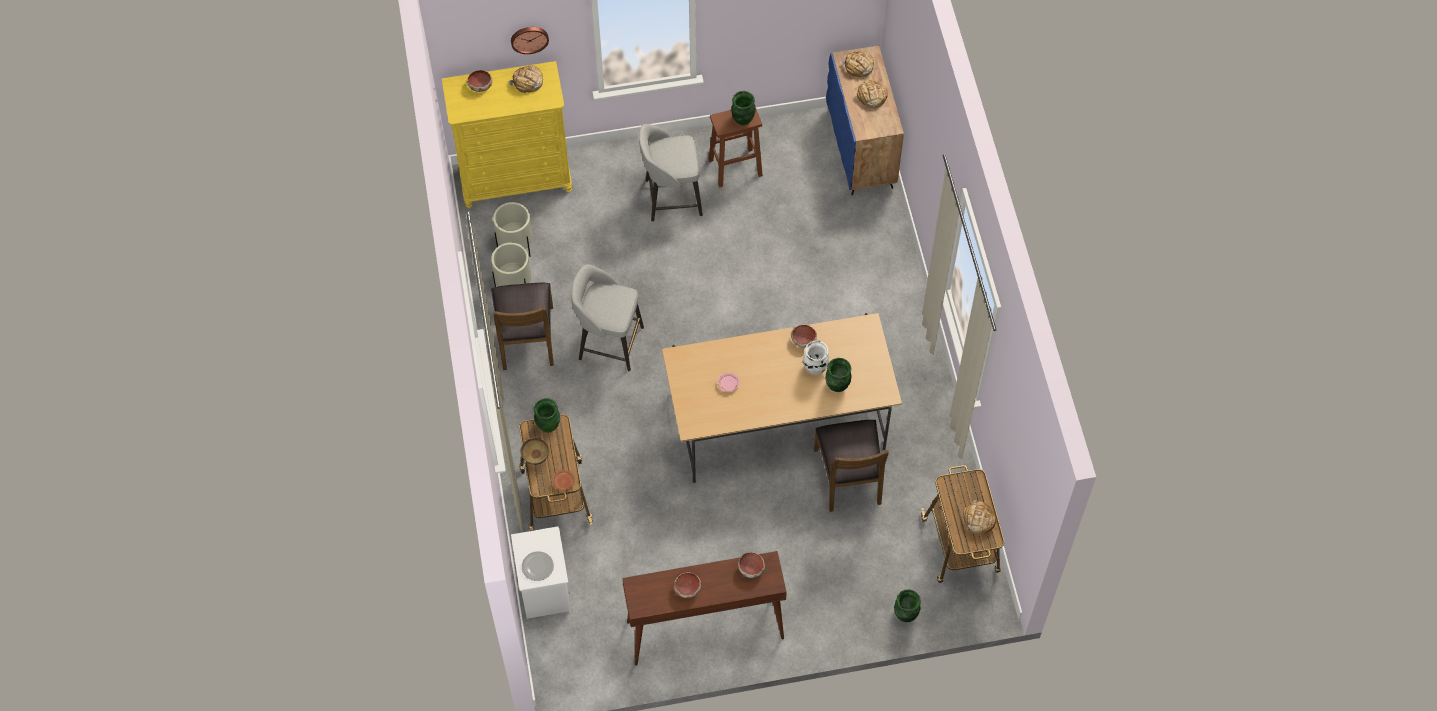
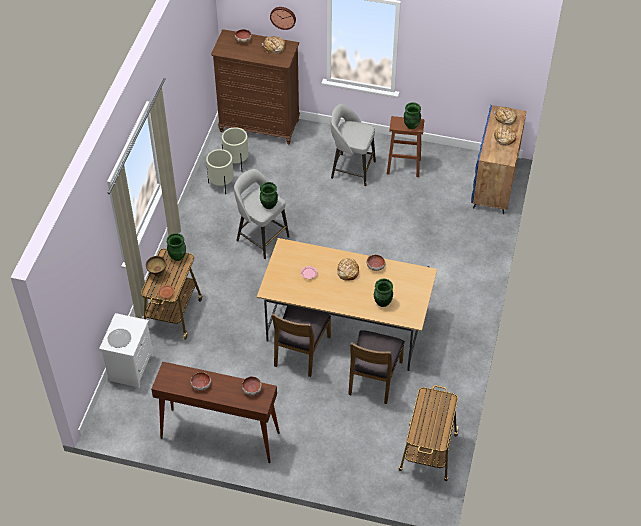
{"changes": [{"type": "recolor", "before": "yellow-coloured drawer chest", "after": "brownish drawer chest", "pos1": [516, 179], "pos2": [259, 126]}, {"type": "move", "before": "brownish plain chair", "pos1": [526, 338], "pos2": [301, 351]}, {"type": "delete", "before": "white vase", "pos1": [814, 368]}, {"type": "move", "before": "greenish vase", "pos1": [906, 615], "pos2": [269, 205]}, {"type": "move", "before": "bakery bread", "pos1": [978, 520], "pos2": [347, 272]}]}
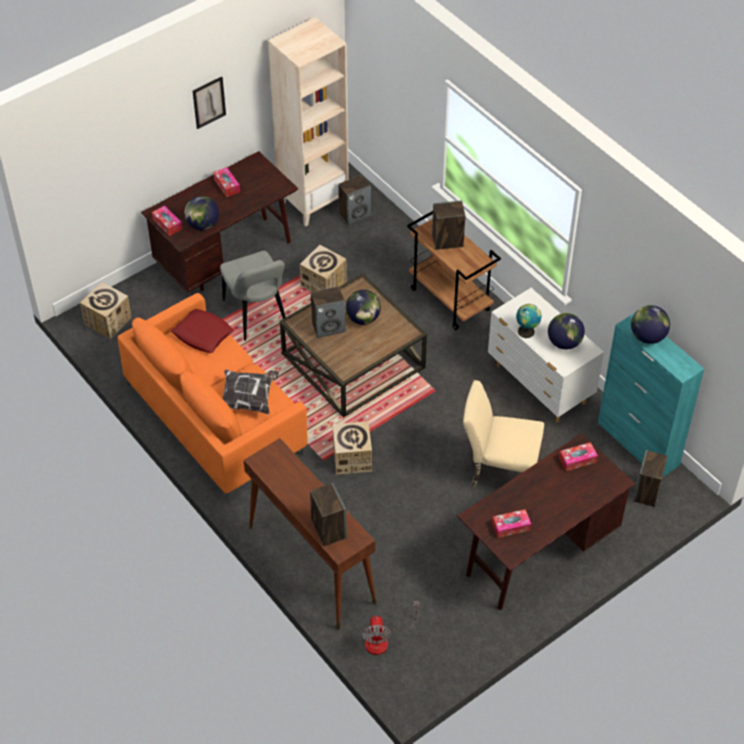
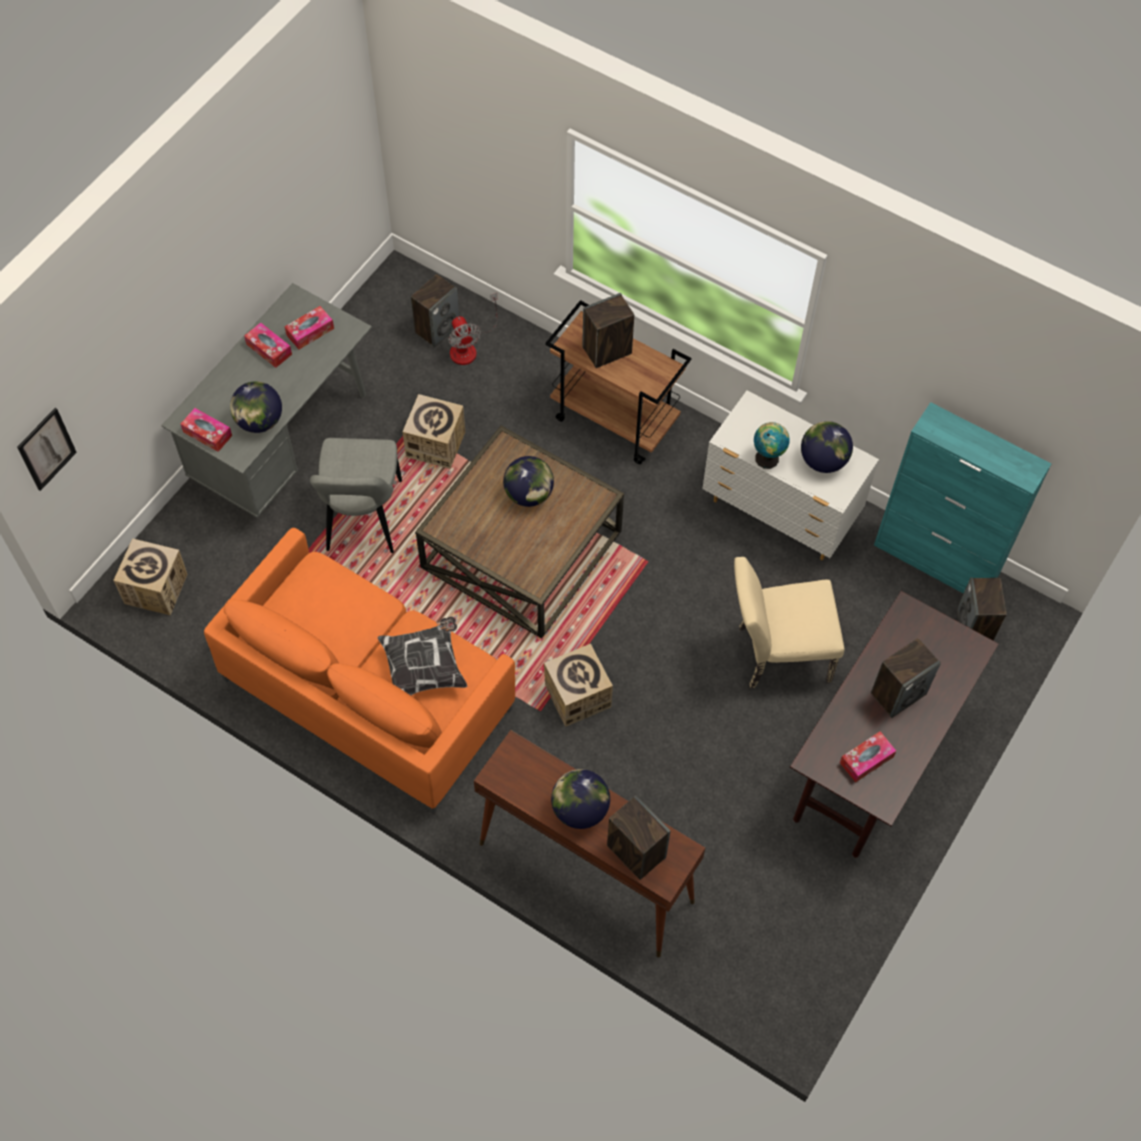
{"changes": [{"type": "recolor", "before": "brownish desk table", "after": "grey desk table", "pos1": [226, 257], "pos2": [285, 443]}, {"type": "delete", "before": "reddish throw pillow", "pos1": [202, 334]}, {"type": "move", "before": "wall picture", "pos1": [209, 102], "pos2": [46, 449]}, {"type": "rotate", "before": "grey plain chair", "pos1": [256, 316], "pos2": [363, 520], "turn": 45}, {"type": "delete", "before": "beige shelving unit", "pos1": [313, 203]}, {"type": "move", "before": "loudspeaker", "pos1": [328, 327], "pos2": [898, 693]}, {"type": "move", "before": "cooling fan", "pos1": [383, 639], "pos2": [469, 346]}, {"type": "move", "before": "tissue box", "pos1": [577, 460], "pos2": [310, 332]}, {"type": "move", "before": "globe", "pos1": [647, 336], "pos2": [580, 809]}]}
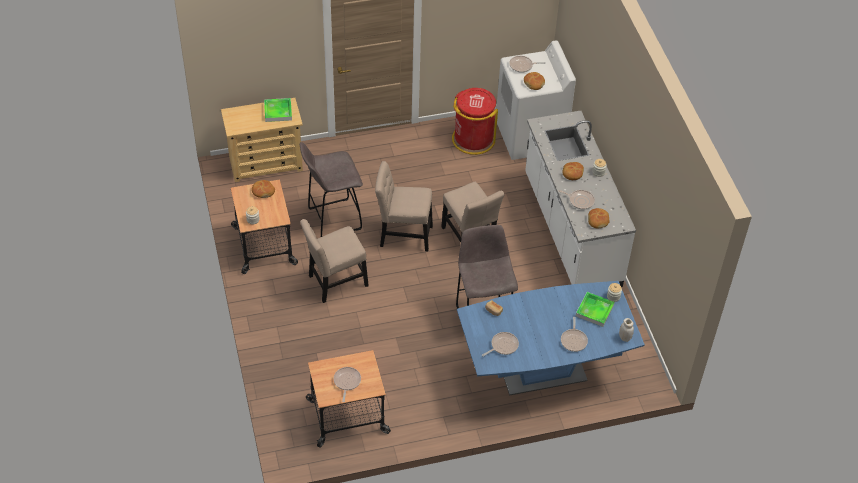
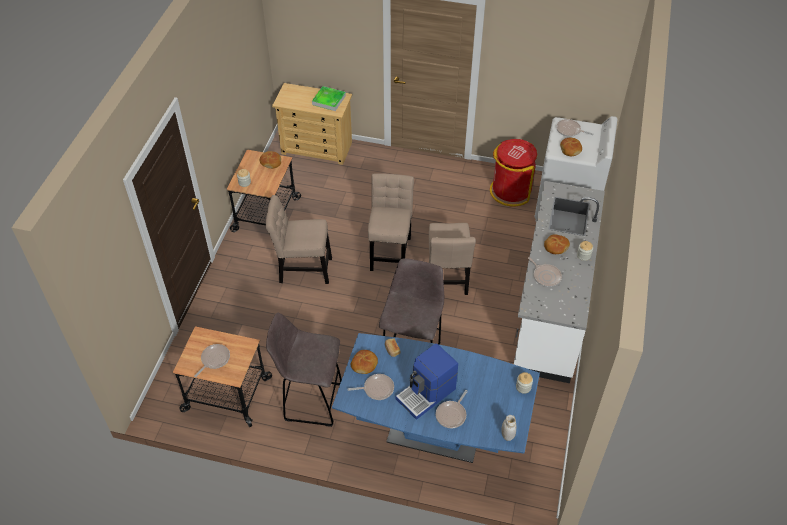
{"changes": [{"type": "move", "before": "grey stool seat", "pos1": [333, 219], "pos2": [311, 401]}, {"type": "rotate", "before": "beige plain chair", "pos1": [403, 235], "pos2": [390, 251], "turn": 60}, {"type": "delete", "before": "carrying tray", "pos1": [594, 311]}, {"type": "move", "before": "bakery bread", "pos1": [598, 220], "pos2": [364, 364]}, {"type": "insert", "after": "coffee machine", "pos2": [427, 394]}]}
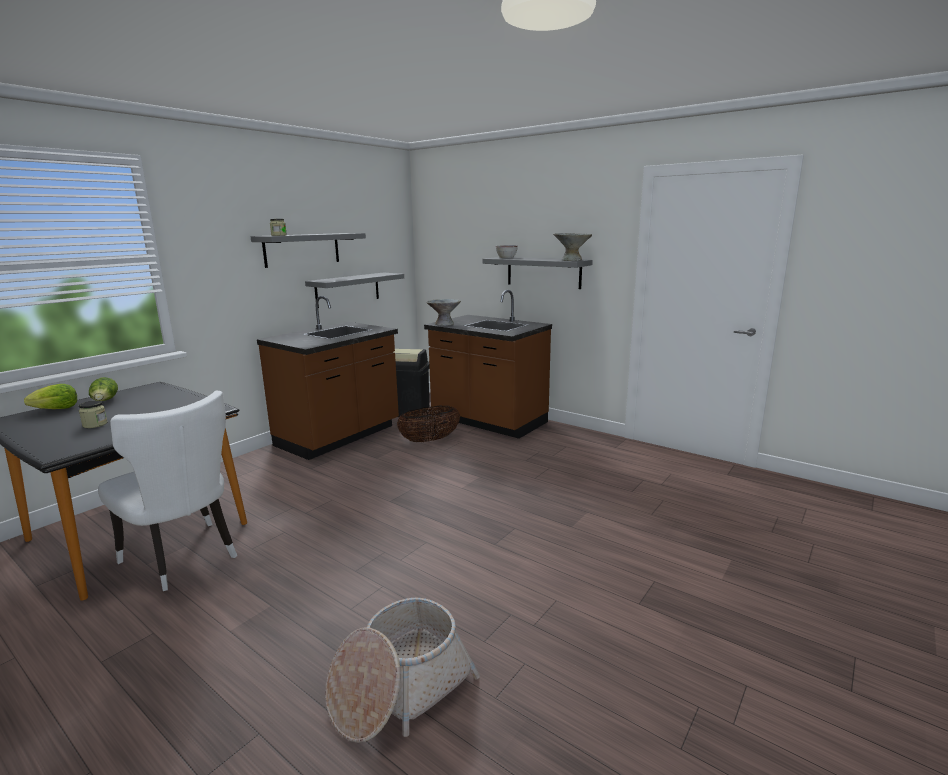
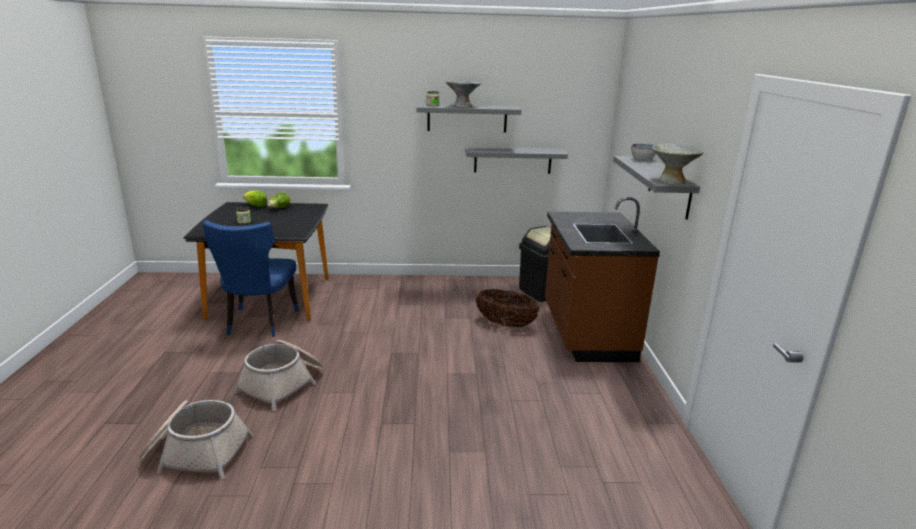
{"changes": [{"type": "recolor", "before": "white plain chair", "after": "blue plain chair", "pos1": [185, 558], "pos2": [259, 323]}, {"type": "delete", "before": "brownish counter", "pos1": [339, 436]}, {"type": "move", "before": "grey deep dish", "pos1": [444, 324], "pos2": [462, 106]}, {"type": "insert", "after": "basket", "pos2": [283, 384]}]}
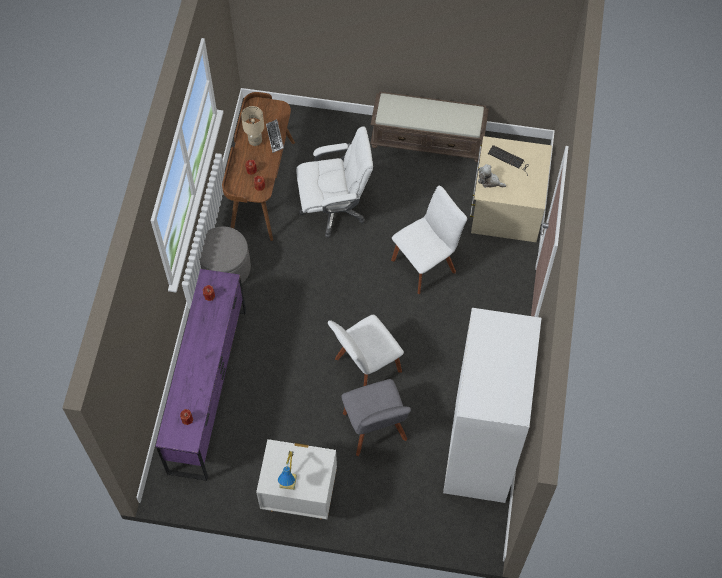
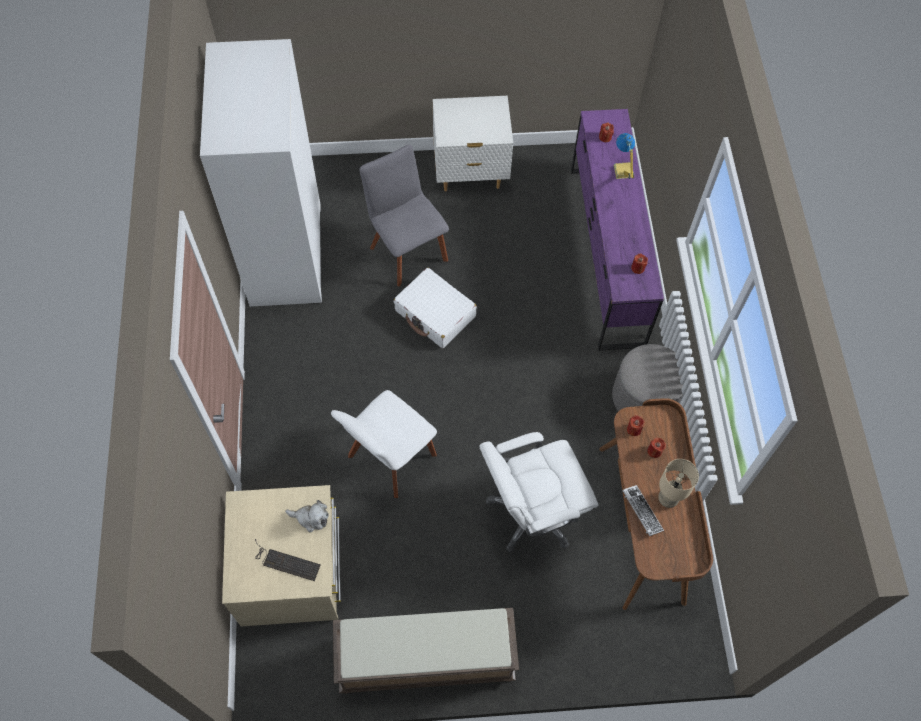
{"changes": [{"type": "move", "before": "lamp for a table", "pos1": [289, 481], "pos2": [622, 171]}, {"type": "replace", "before": "white plain chair", "after": "white suitcase", "pos1": [365, 367], "pos2": [435, 314]}]}
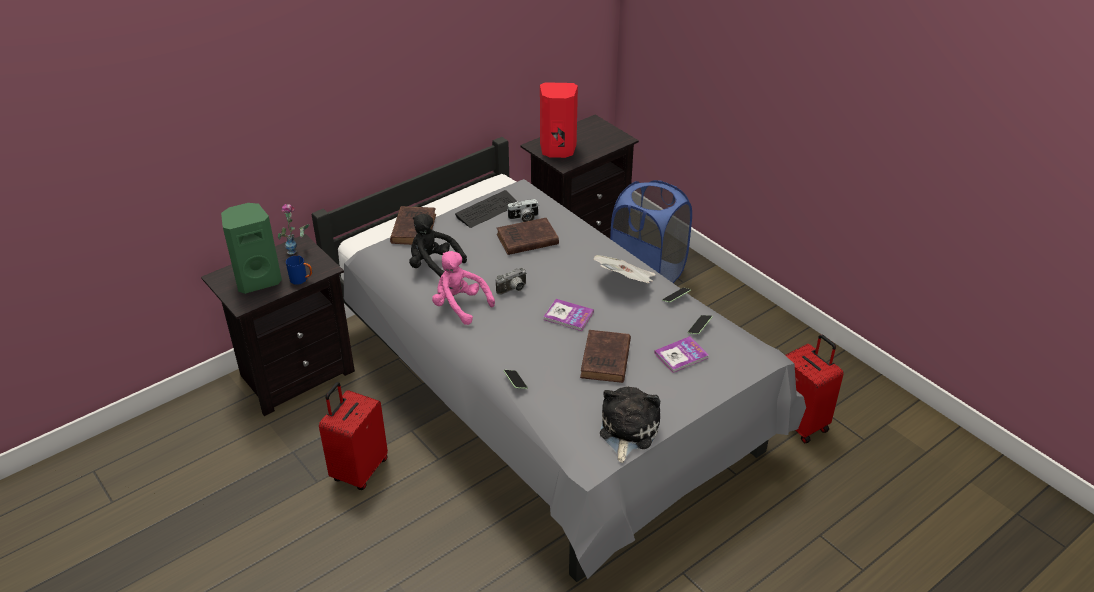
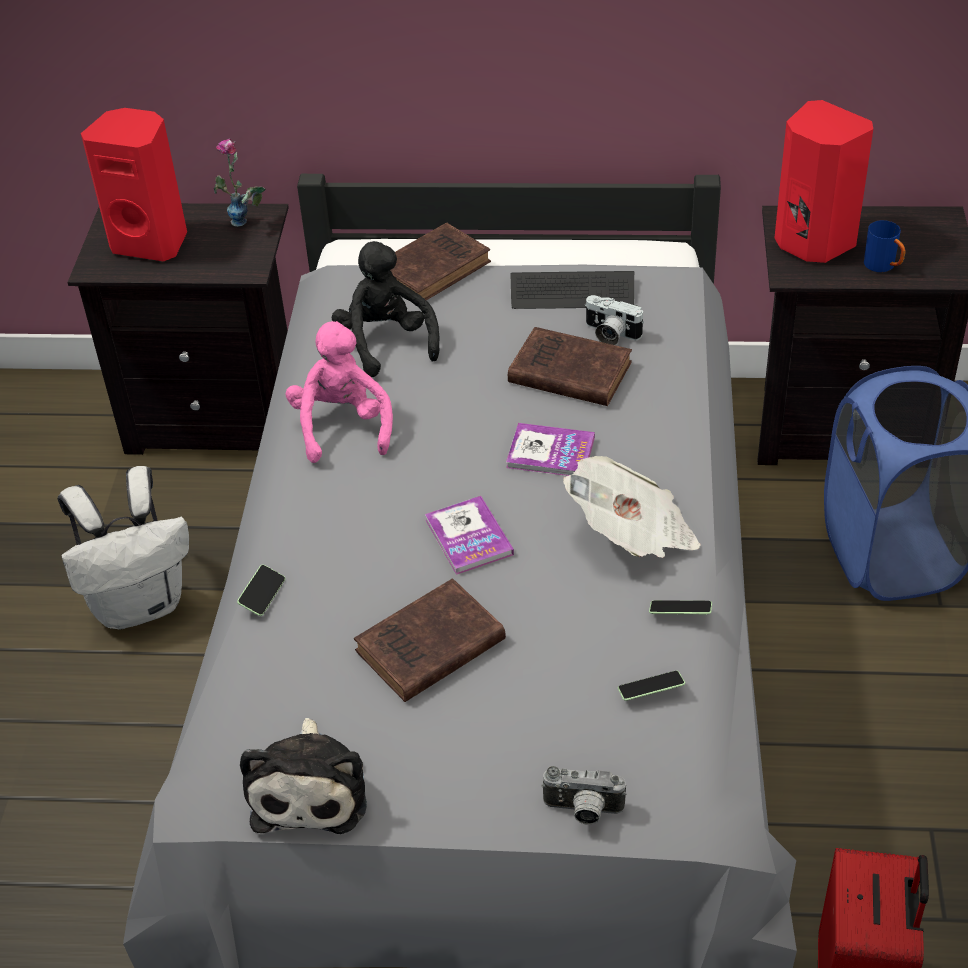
{"changes": [{"type": "recolor", "before": "greenish loudspeaker", "after": "reddish loudspeaker", "pos1": [257, 280], "pos2": [152, 242]}, {"type": "move", "before": "blue mug", "pos1": [302, 280], "pos2": [883, 267]}, {"type": "replace", "before": "reddish suitcase", "after": "white rucksack", "pos1": [359, 470], "pos2": [141, 603]}, {"type": "move", "before": "still camera", "pos1": [513, 290], "pos2": [583, 811]}, {"type": "rotate", "before": "plush toy", "pos1": [627, 431], "pos2": [310, 788], "turn": 120}, {"type": "move", "before": "book", "pos1": [681, 355], "pos2": [550, 452]}]}
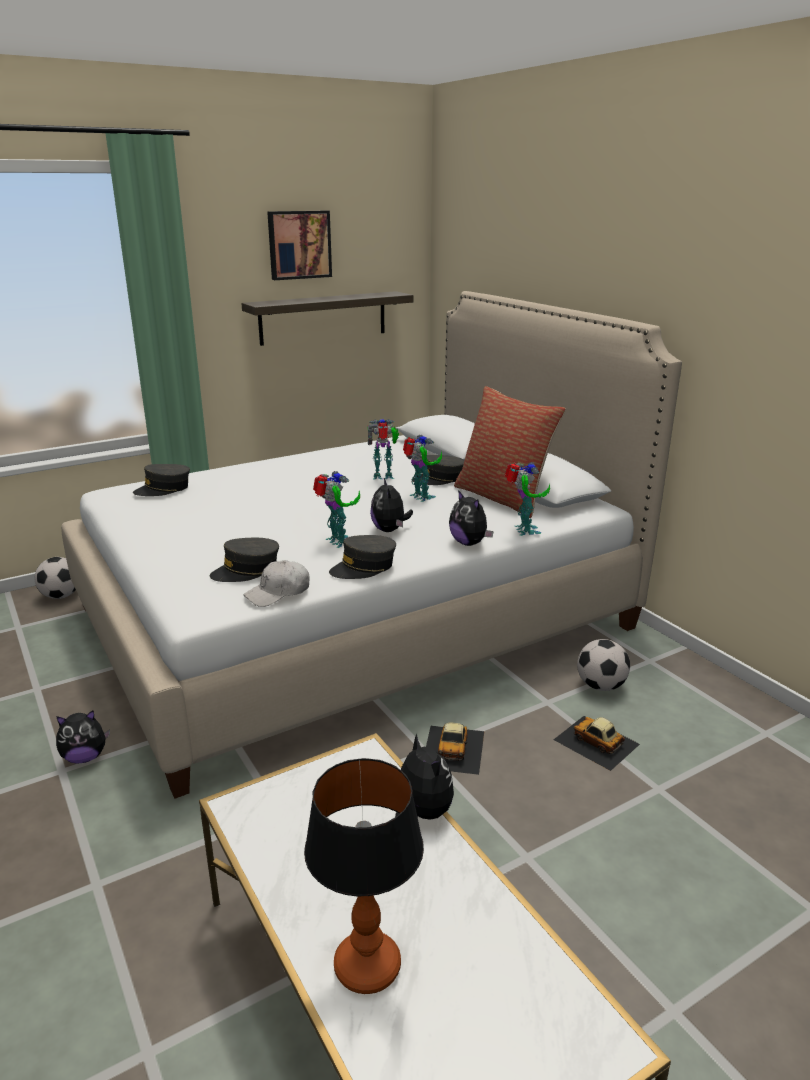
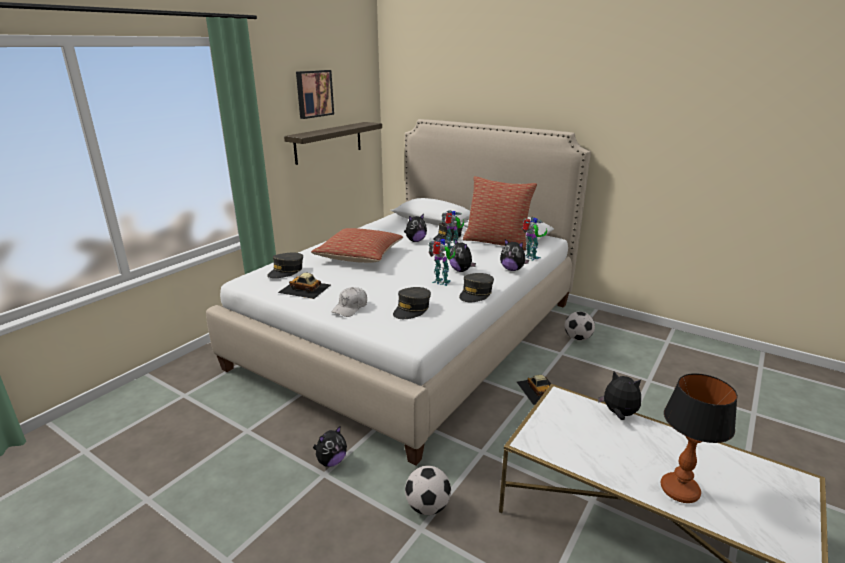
{"changes": [{"type": "move", "before": "ball for football", "pos1": [61, 596], "pos2": [427, 506]}, {"type": "move", "before": "white peaked cap", "pos1": [278, 593], "pos2": [350, 307]}, {"type": "replace", "before": "robot figure", "after": "plush toy", "pos1": [384, 477], "pos2": [415, 241]}, {"type": "move", "before": "miniature car", "pos1": [596, 742], "pos2": [305, 288]}, {"type": "insert", "after": "throw pillow", "pos2": [359, 256]}]}
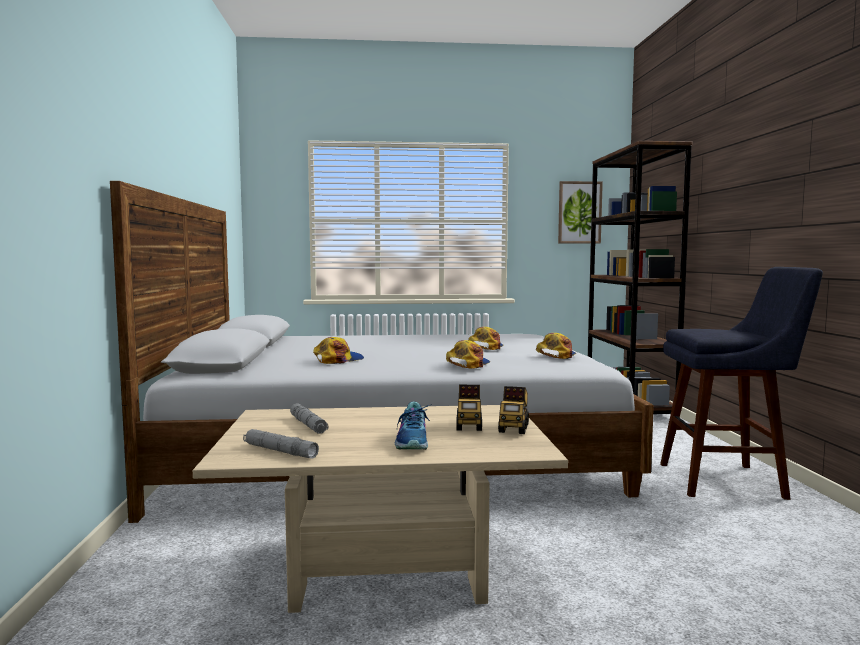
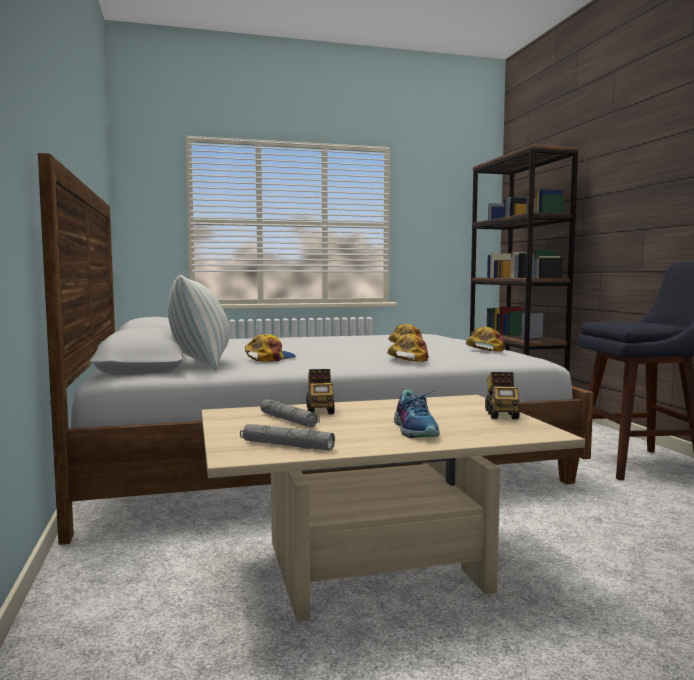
{"changes": [{"type": "move", "before": "toy truck", "pos1": [469, 425], "pos2": [319, 410]}, {"type": "delete", "before": "wall picture", "pos1": [579, 212]}, {"type": "insert", "after": "throw pillow", "pos2": [200, 363]}]}
